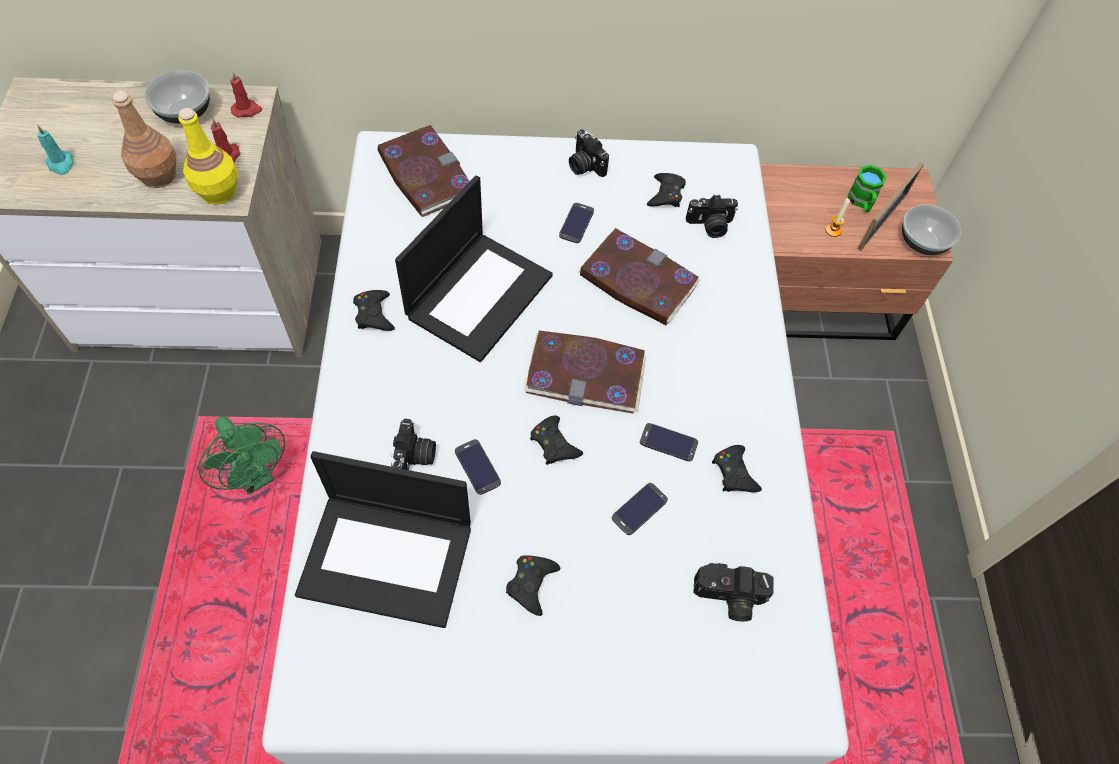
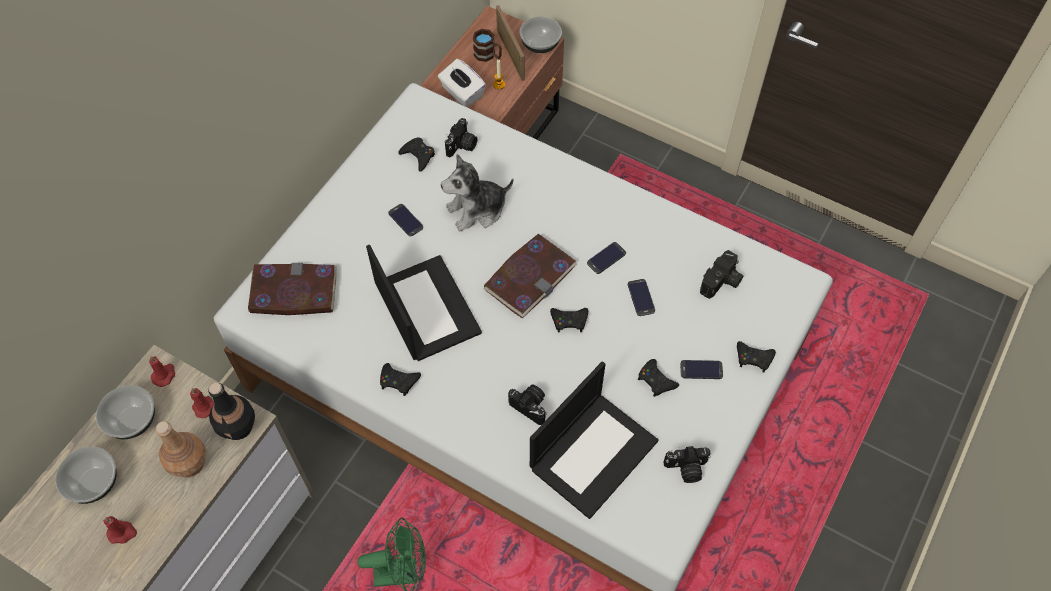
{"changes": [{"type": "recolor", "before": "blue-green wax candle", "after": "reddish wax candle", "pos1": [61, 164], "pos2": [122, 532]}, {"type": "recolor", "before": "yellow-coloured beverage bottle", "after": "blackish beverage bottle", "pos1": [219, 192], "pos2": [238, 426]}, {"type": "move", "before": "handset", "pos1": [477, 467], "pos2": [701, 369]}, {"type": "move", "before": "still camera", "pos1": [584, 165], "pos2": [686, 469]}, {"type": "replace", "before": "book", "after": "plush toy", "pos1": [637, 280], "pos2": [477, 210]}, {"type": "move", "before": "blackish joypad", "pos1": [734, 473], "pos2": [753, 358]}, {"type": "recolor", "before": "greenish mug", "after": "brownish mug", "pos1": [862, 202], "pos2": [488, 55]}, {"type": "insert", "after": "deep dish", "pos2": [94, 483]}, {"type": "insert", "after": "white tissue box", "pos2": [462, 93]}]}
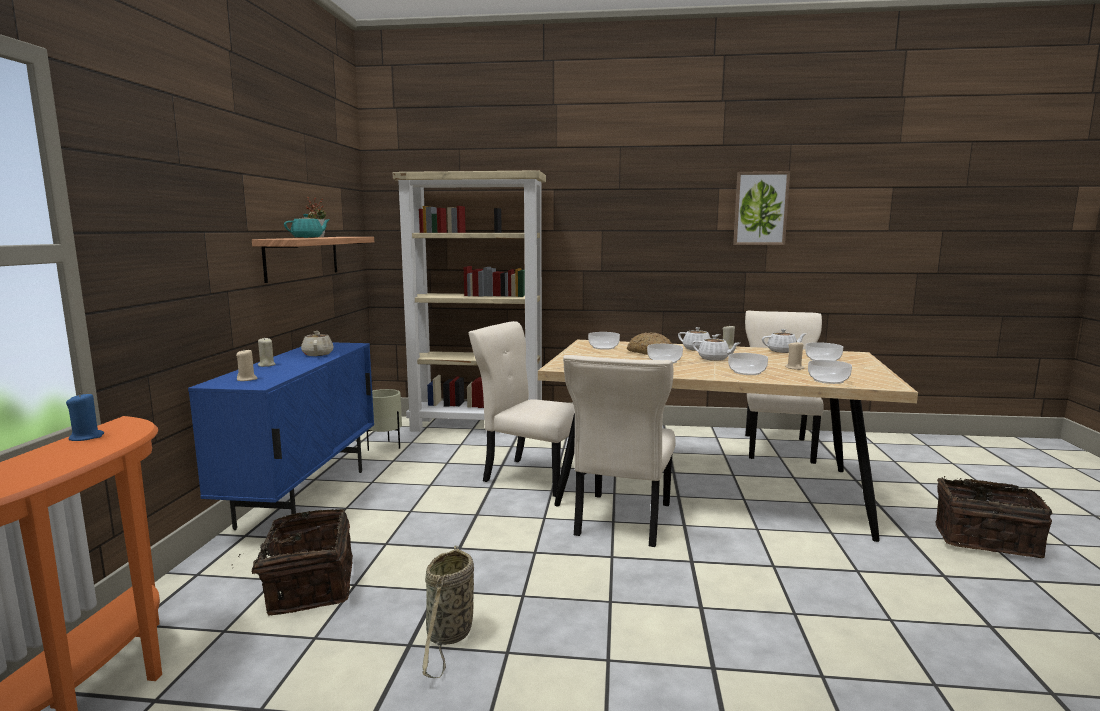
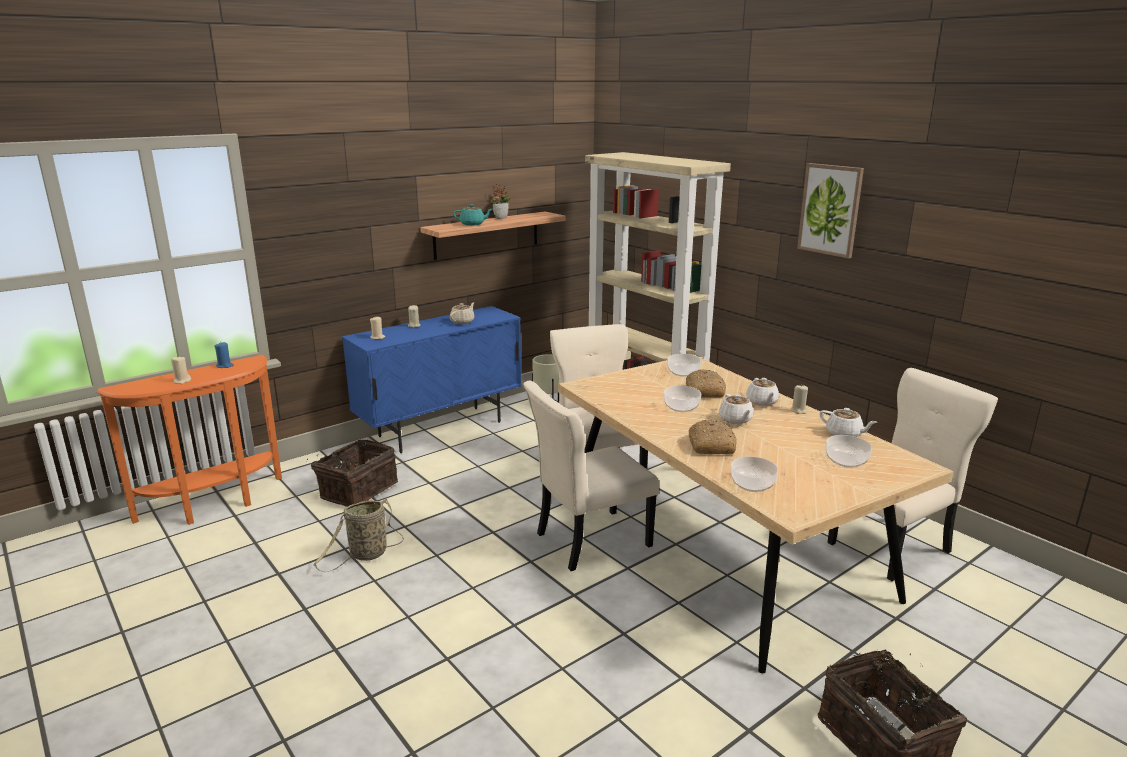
{"changes": [{"type": "replace", "before": "deep dish", "after": "bakery bread", "pos1": [746, 372], "pos2": [710, 445]}, {"type": "move", "before": "wall picture", "pos1": [760, 208], "pos2": [830, 210]}, {"type": "move", "before": "beige wax candle", "pos1": [794, 368], "pos2": [182, 381]}]}
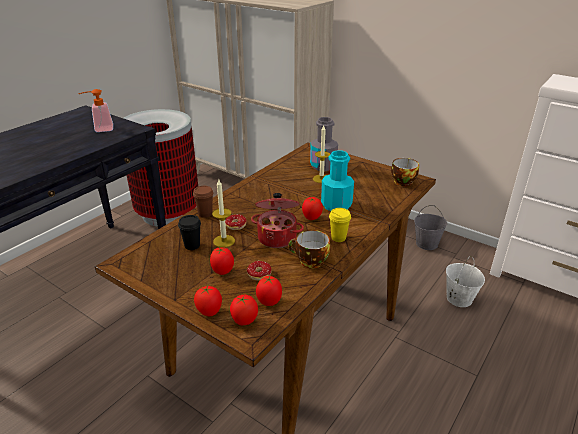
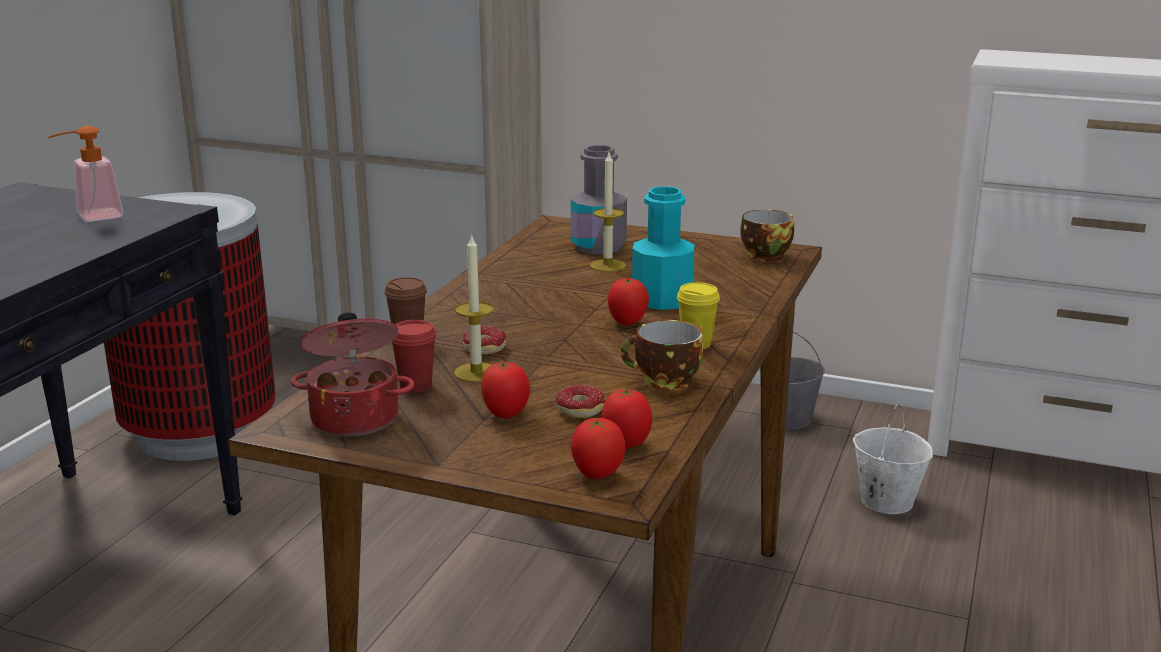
{"changes": [{"type": "recolor", "before": "blackish small cup", "after": "reddish small cup", "pos1": [192, 245], "pos2": [415, 386]}, {"type": "delete", "before": "whole tomato", "pos1": [209, 312]}, {"type": "move", "before": "saucepot", "pos1": [277, 237], "pos2": [356, 417]}]}
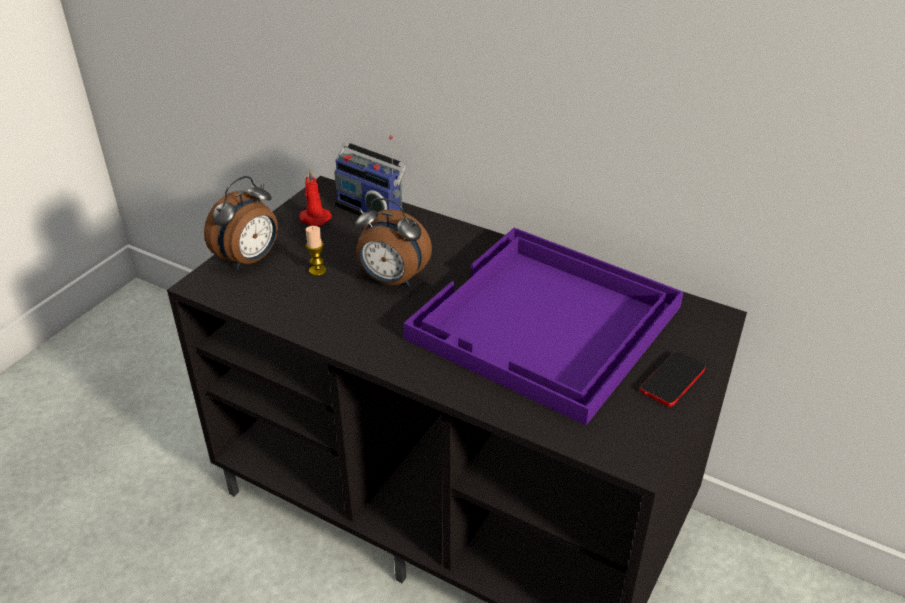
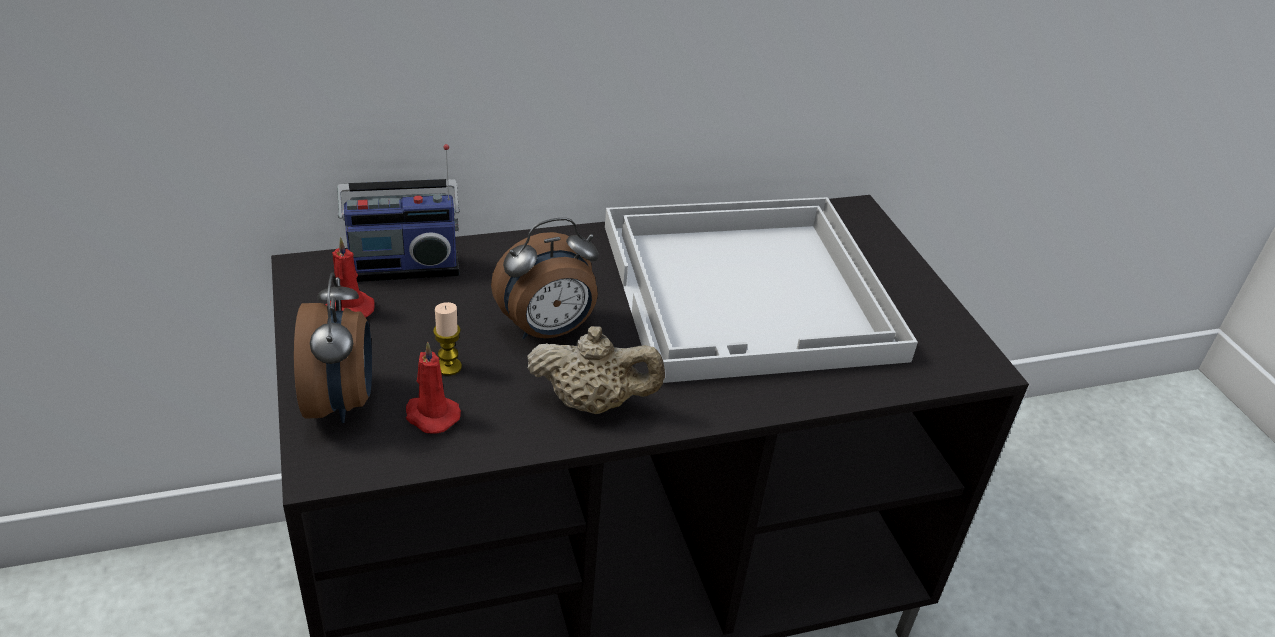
{"changes": [{"type": "recolor", "before": "purple carrying tray", "after": "white carrying tray", "pos1": [546, 324], "pos2": [751, 291]}, {"type": "delete", "before": "handset", "pos1": [672, 380]}, {"type": "insert", "after": "reddish wax candle", "pos2": [430, 415]}, {"type": "insert", "after": "beige teapot", "pos2": [593, 403]}]}
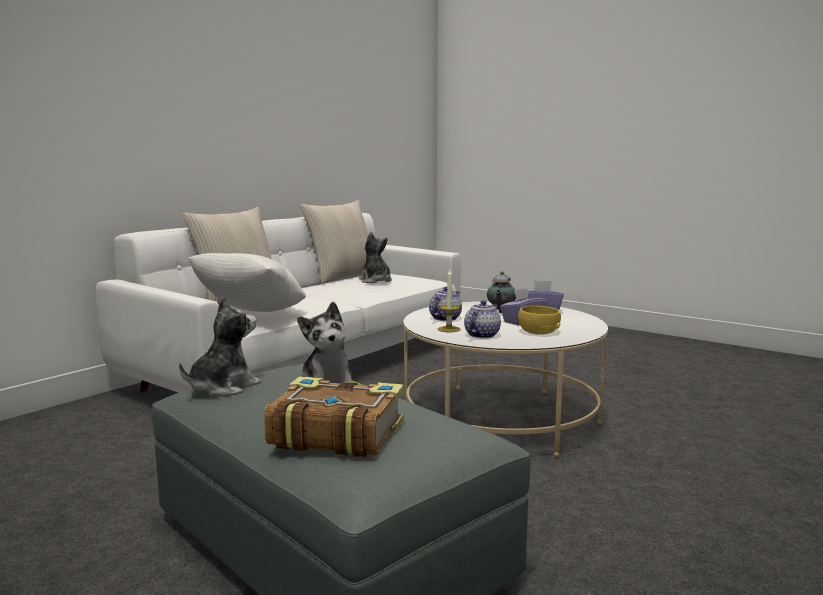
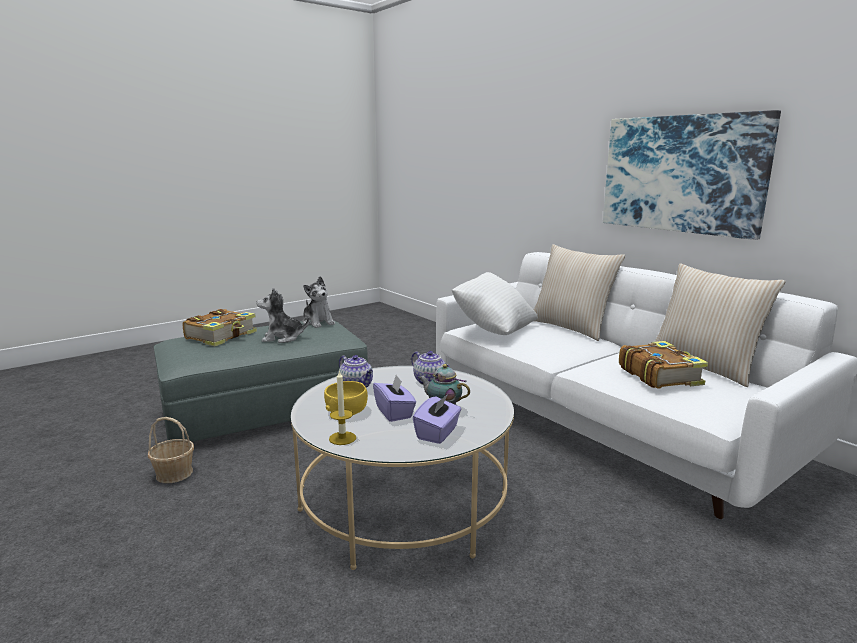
{"changes": [{"type": "replace", "before": "plush toy", "after": "book", "pos1": [375, 281], "pos2": [659, 375]}, {"type": "move", "before": "wax candle", "pos1": [449, 329], "pos2": [342, 438]}, {"type": "insert", "after": "basket", "pos2": [174, 473]}, {"type": "insert", "after": "wall picture", "pos2": [681, 174]}]}
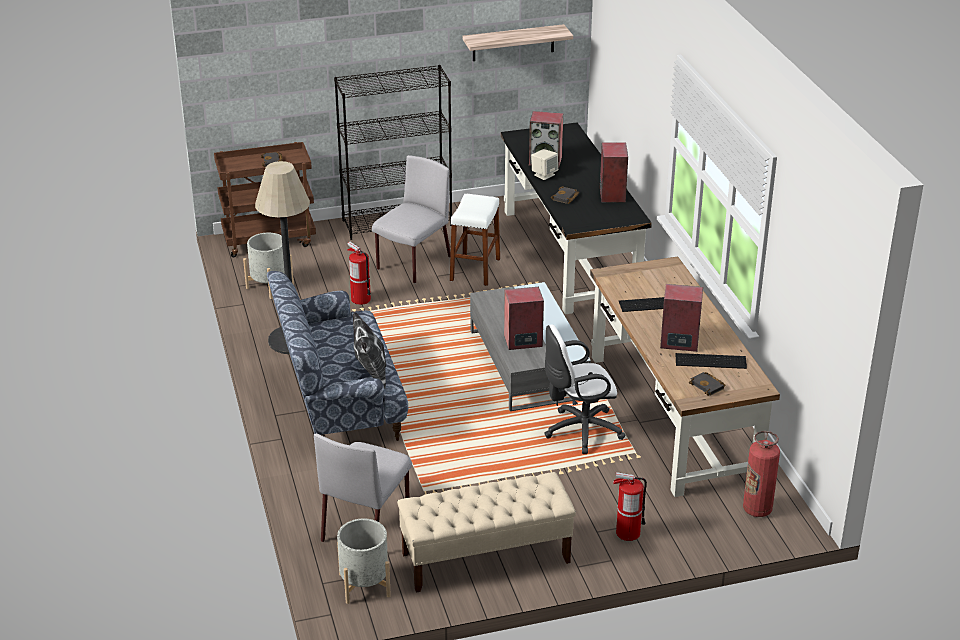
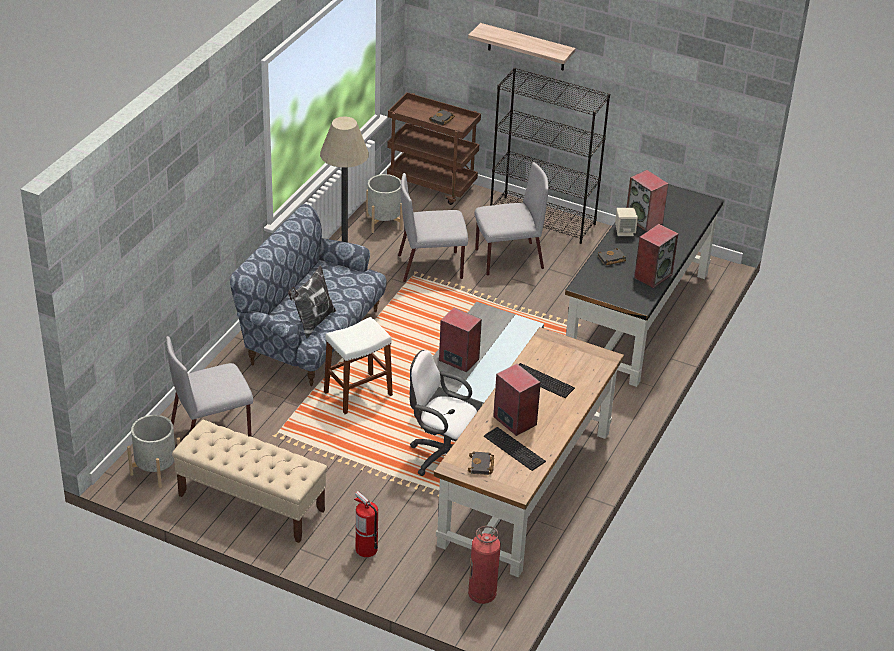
{"changes": [{"type": "replace", "before": "extinguisher", "after": "grey plain chair", "pos1": [360, 299], "pos2": [431, 267]}, {"type": "move", "before": "white stool seat", "pos1": [475, 270], "pos2": [358, 393]}, {"type": "move", "before": "wall shelf", "pos1": [513, 43], "pos2": [526, 47]}]}
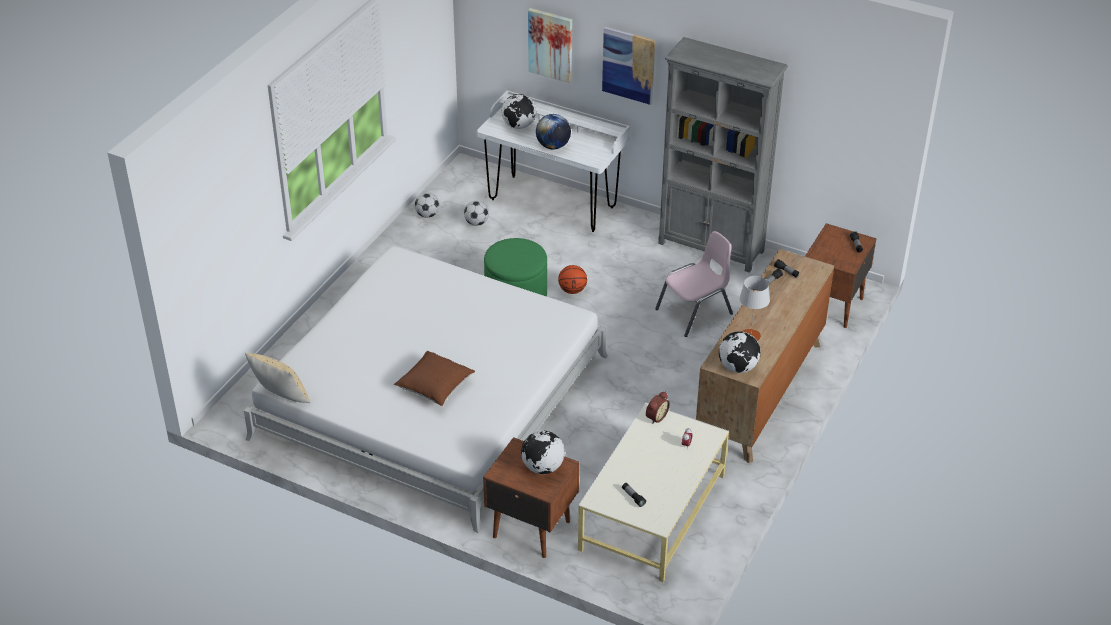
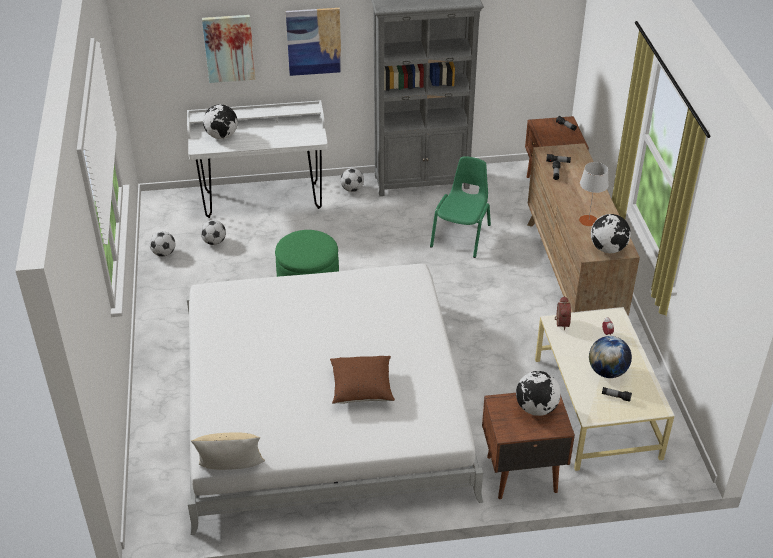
{"changes": [{"type": "move", "before": "globe", "pos1": [553, 146], "pos2": [607, 371]}, {"type": "delete", "before": "ball for basketball", "pos1": [572, 290]}, {"type": "recolor", "before": "pink-coloured plain chair", "after": "greenish plain chair", "pos1": [695, 312], "pos2": [461, 236]}, {"type": "insert", "after": "ball for football", "pos2": [352, 189]}]}
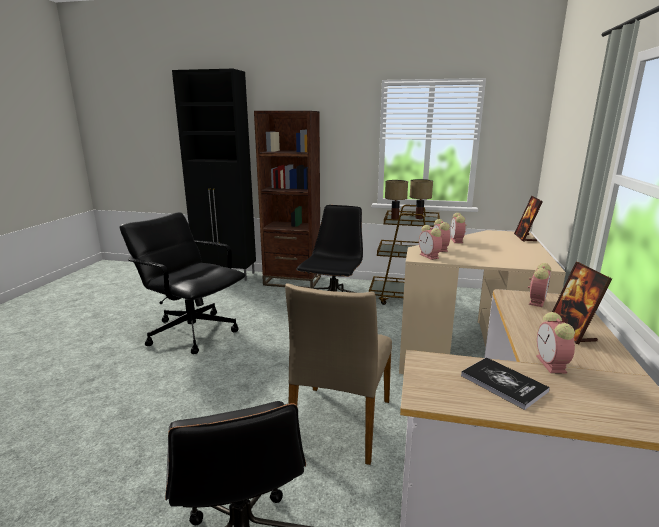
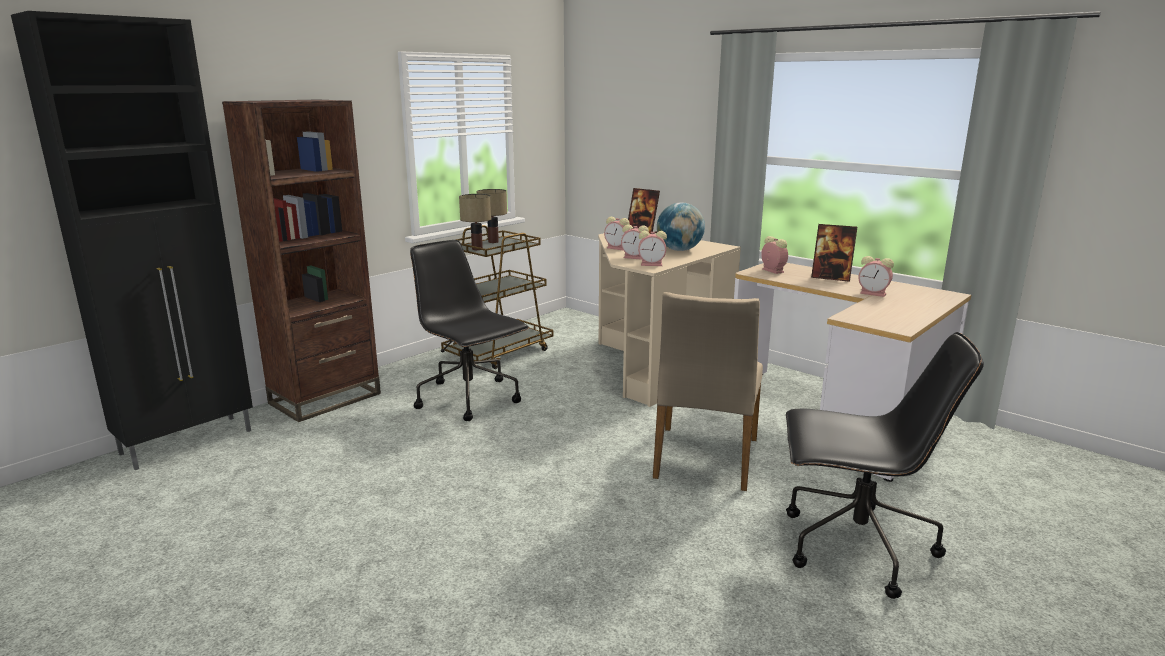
{"changes": [{"type": "delete", "before": "blackish desk chair", "pos1": [192, 332]}, {"type": "rotate", "before": "beige plain chair", "pos1": [340, 423], "pos2": [704, 458], "turn": 60}, {"type": "delete", "before": "book", "pos1": [503, 383]}, {"type": "insert", "after": "globe", "pos2": [679, 250]}]}
